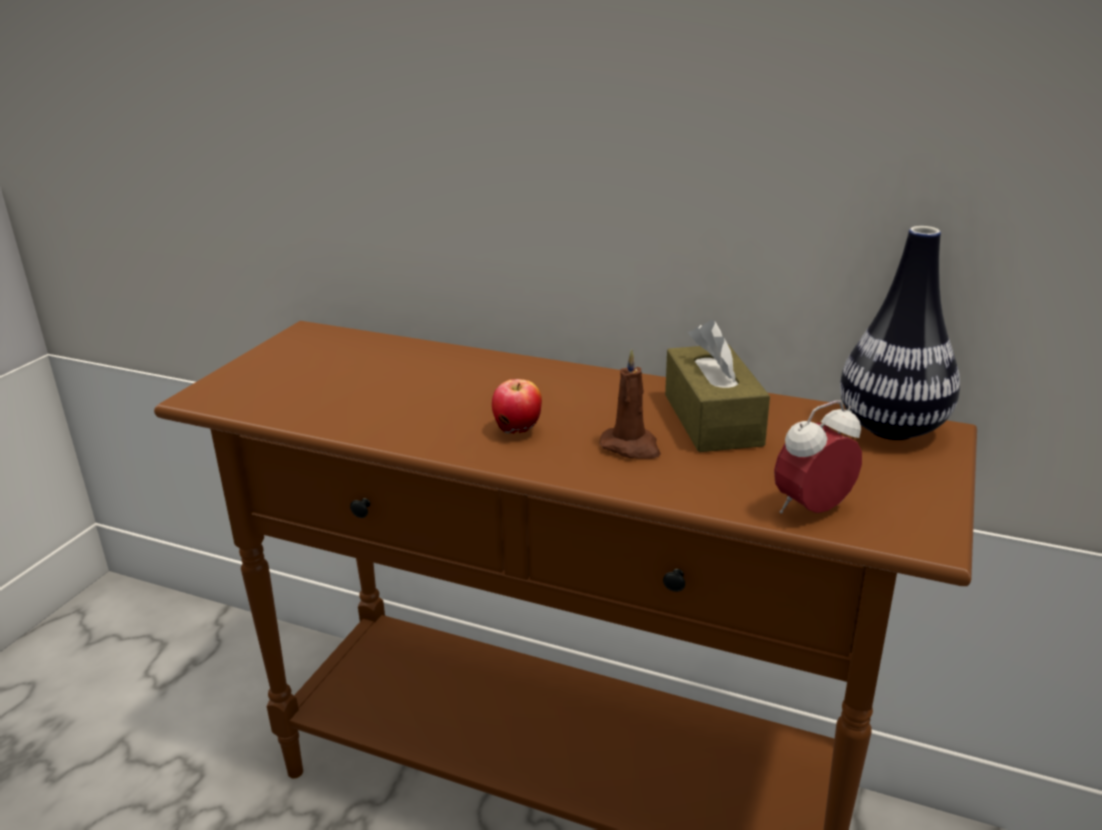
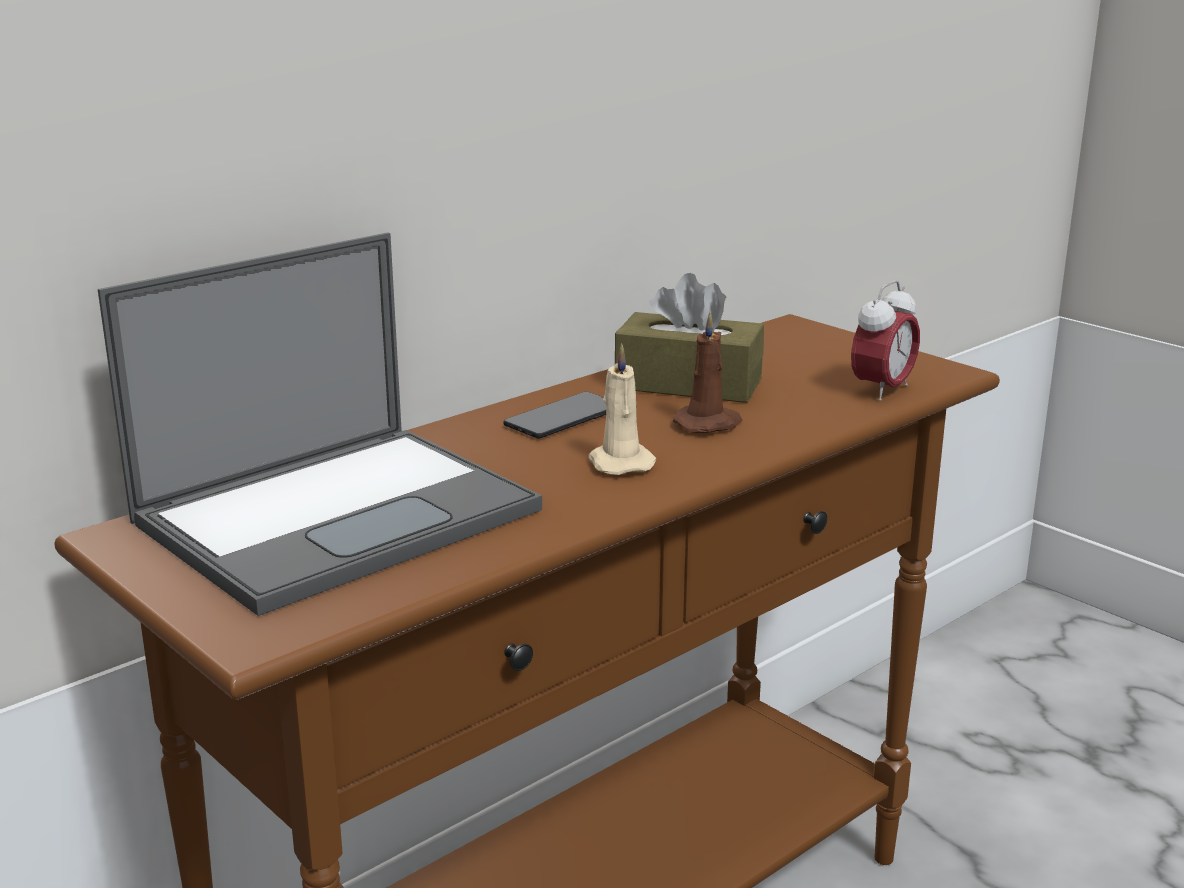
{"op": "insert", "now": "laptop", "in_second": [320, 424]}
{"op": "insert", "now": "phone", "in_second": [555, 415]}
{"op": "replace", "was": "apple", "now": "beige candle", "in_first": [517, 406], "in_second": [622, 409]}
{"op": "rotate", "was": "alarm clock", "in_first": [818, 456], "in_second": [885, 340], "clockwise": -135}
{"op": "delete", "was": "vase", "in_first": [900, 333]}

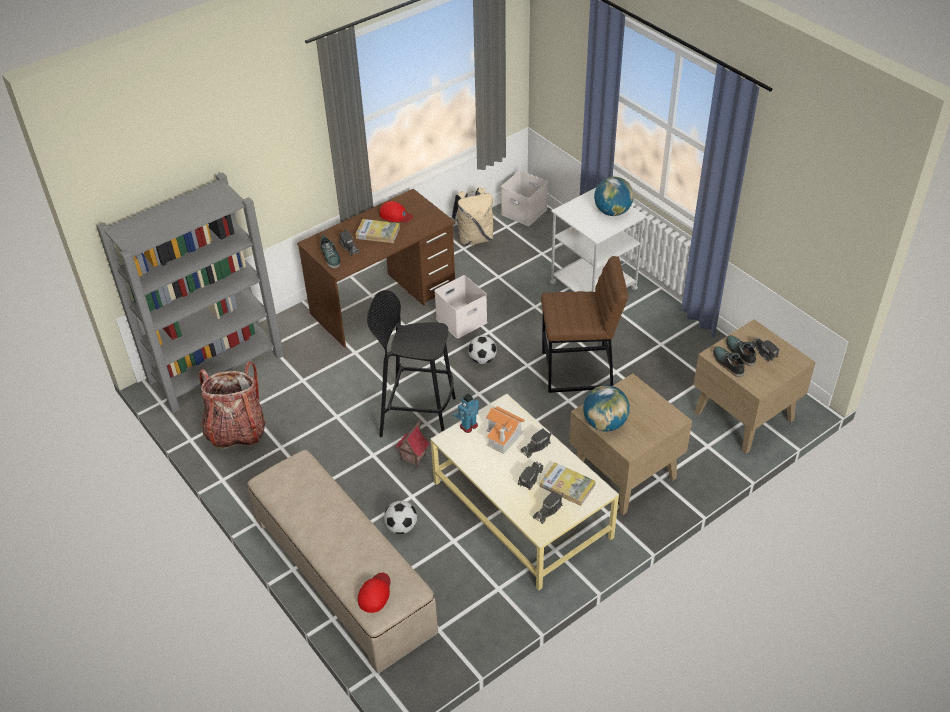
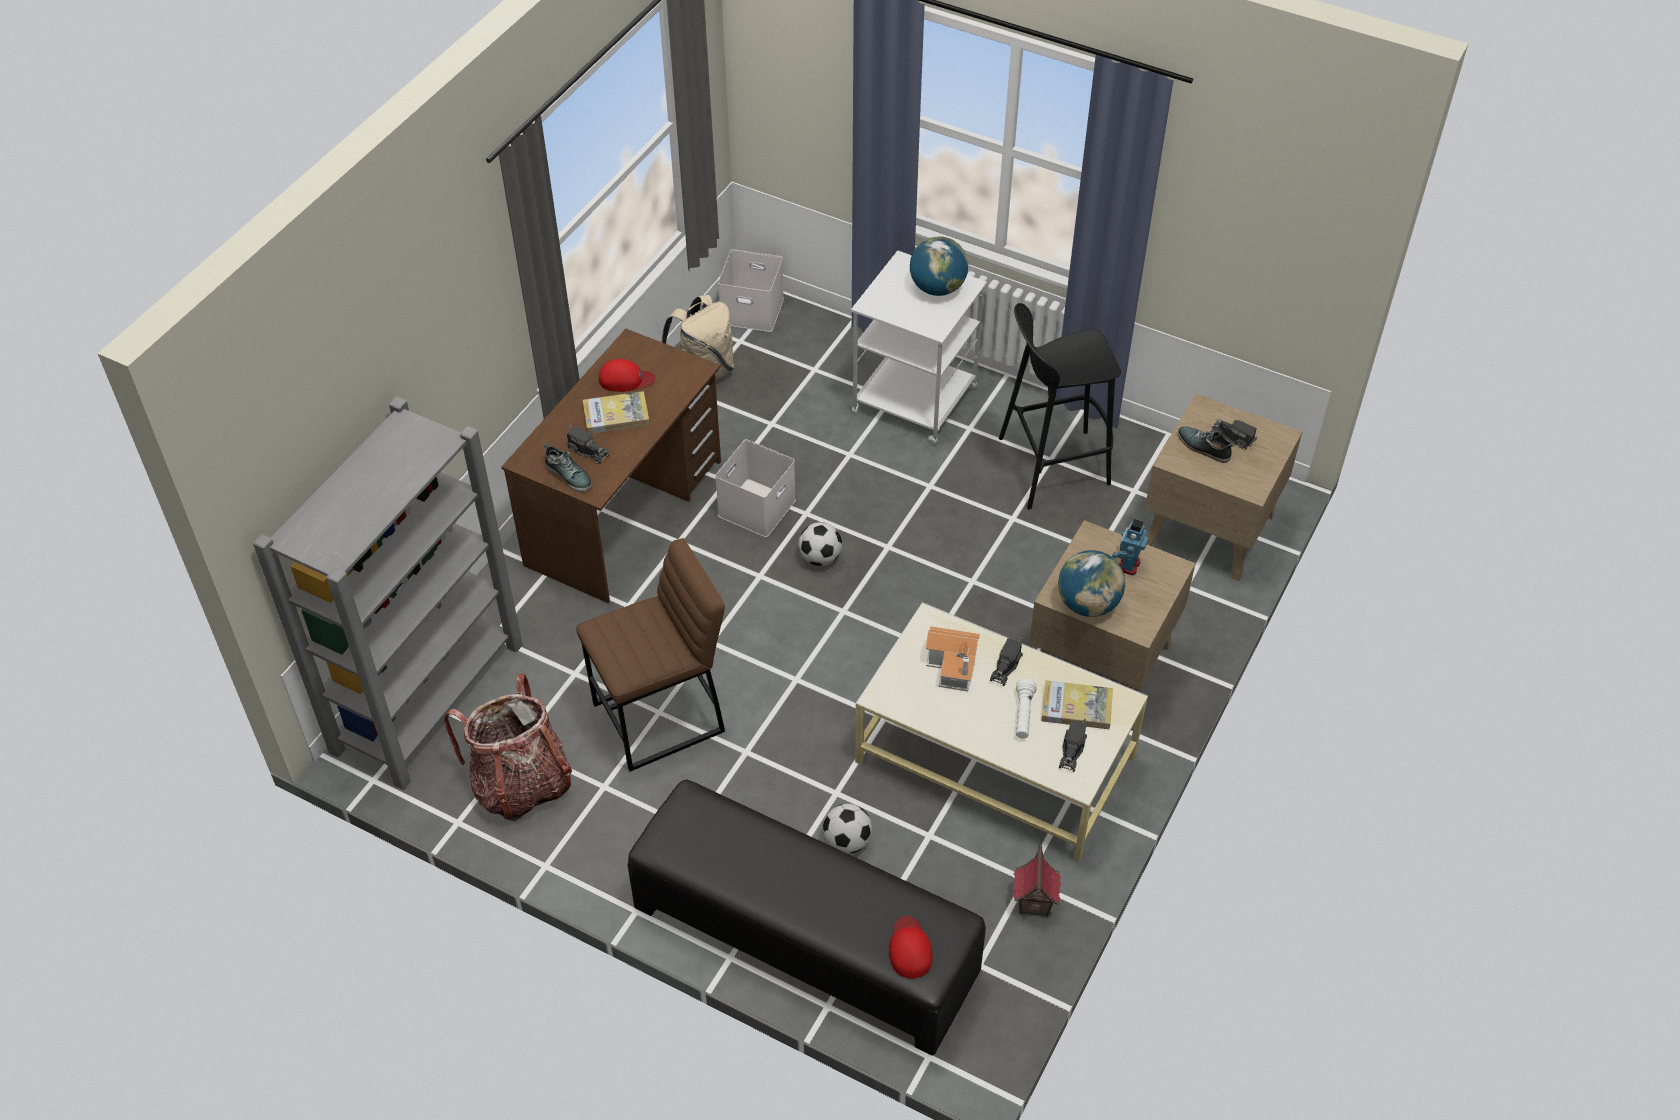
{"op": "move", "was": "brown chair", "in_first": [584, 324], "in_second": [650, 655]}
{"op": "recolor", "was": "beige bench", "now": "black bench", "in_first": [342, 561], "in_second": [806, 917]}
{"op": "move", "was": "black stool", "in_first": [411, 363], "in_second": [1060, 406]}
{"op": "move", "was": "toy house", "in_first": [412, 443], "in_second": [1037, 880]}
{"op": "replace", "was": "toy truck", "now": "white flashlight", "in_first": [530, 475], "in_second": [1026, 708]}
{"op": "move", "was": "toy robot", "in_first": [466, 413], "in_second": [1130, 547]}
{"op": "delete", "was": "shoe", "in_first": [729, 361]}

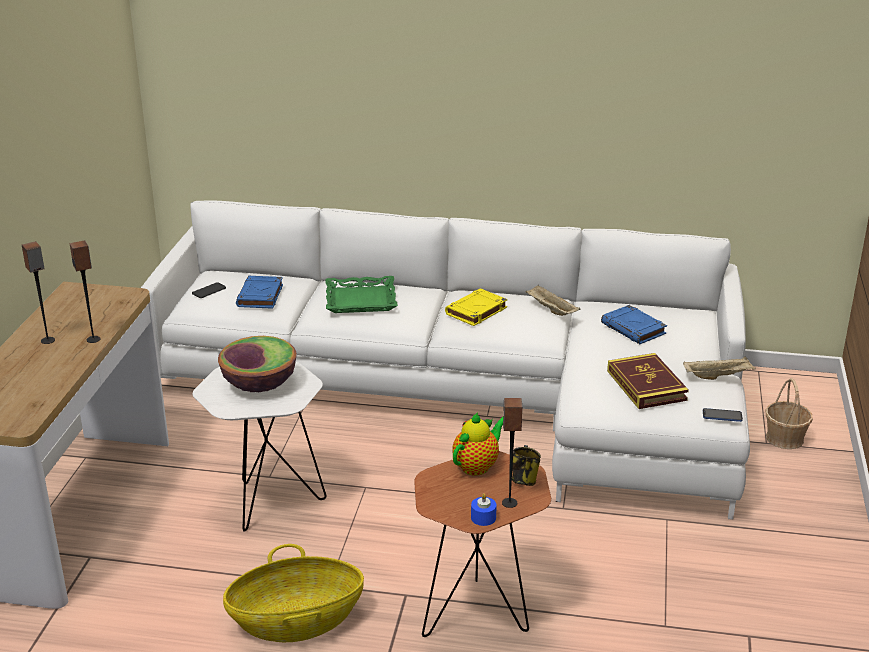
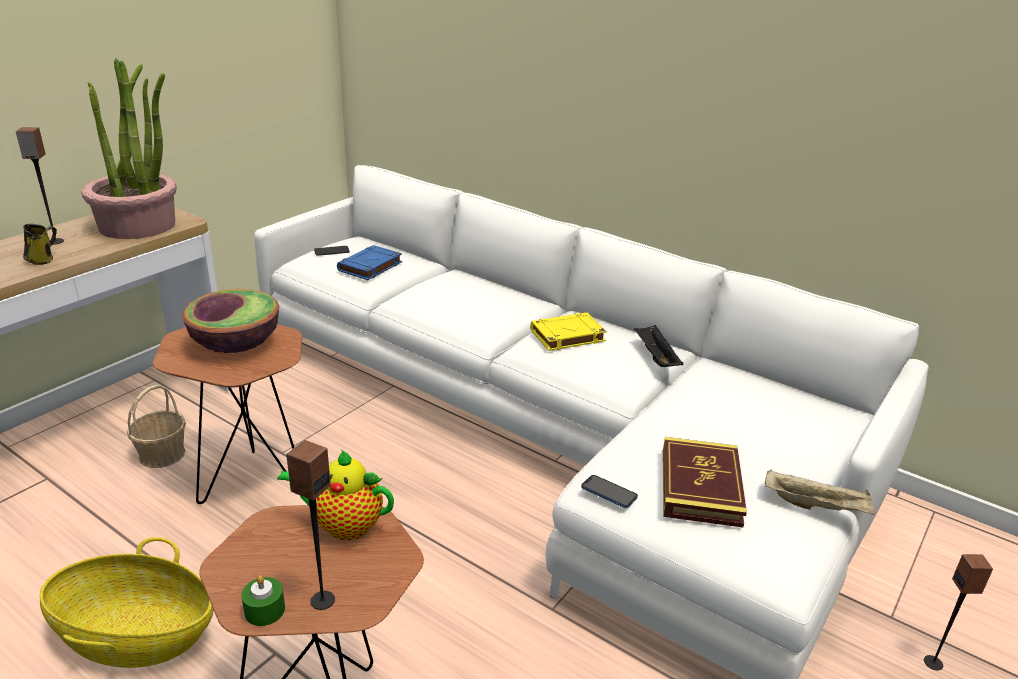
{"op": "move", "was": "mug", "in_first": [526, 465], "in_second": [40, 244]}
{"op": "insert", "now": "potted plant", "in_second": [129, 149]}
{"op": "move", "was": "basket", "in_first": [789, 413], "in_second": [156, 426]}
{"op": "recolor", "was": "white side table", "now": "brown side table", "in_first": [260, 447], "in_second": [227, 414]}
{"op": "recolor", "was": "blue candle", "now": "green candle", "in_first": [484, 509], "in_second": [263, 601]}
{"op": "rotate", "was": "teapot", "in_first": [477, 444], "in_second": [335, 494], "clockwise": -150}
{"op": "move", "was": "phone", "in_first": [723, 415], "in_second": [609, 491]}
{"op": "recolor", "was": "beige tray", "now": "black tray", "in_first": [552, 300], "in_second": [659, 346]}
{"op": "move", "was": "speaker", "in_first": [85, 292], "in_second": [958, 612]}
{"op": "delete", "was": "green tray", "in_first": [361, 294]}
{"op": "delete", "was": "blue book", "in_first": [634, 324]}

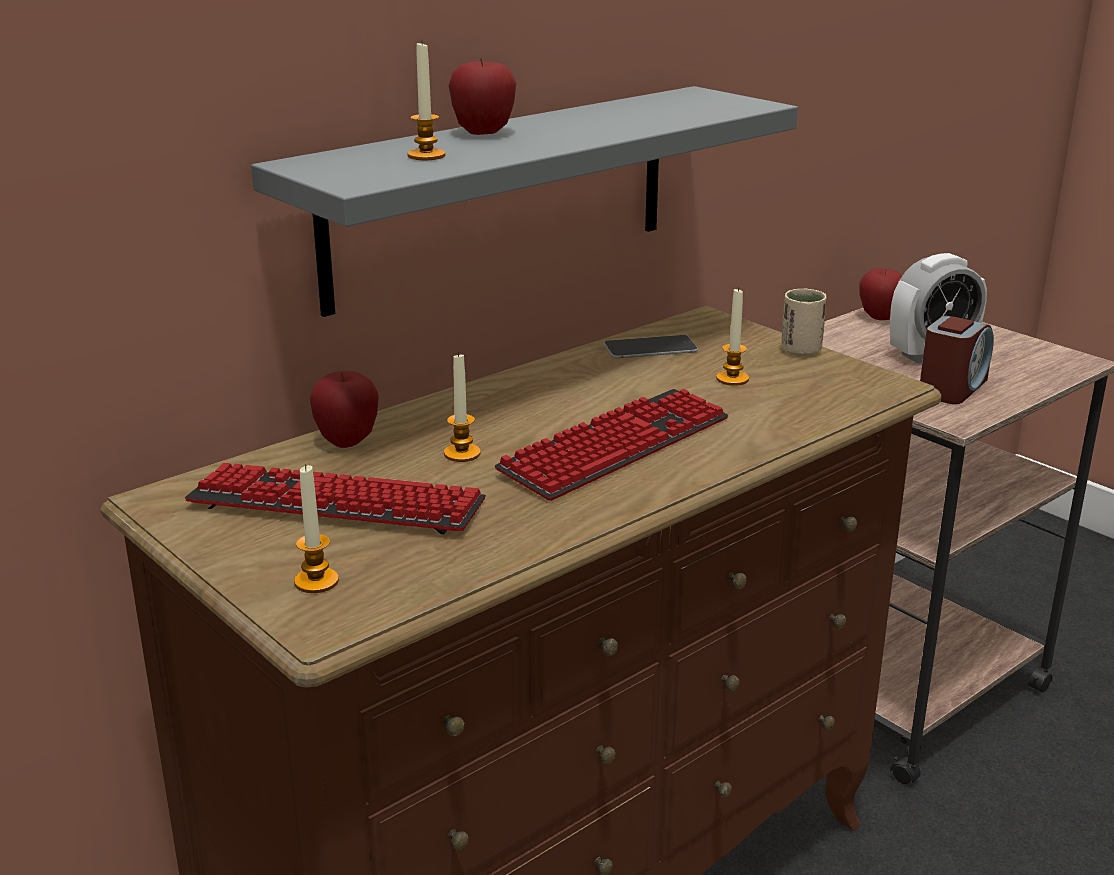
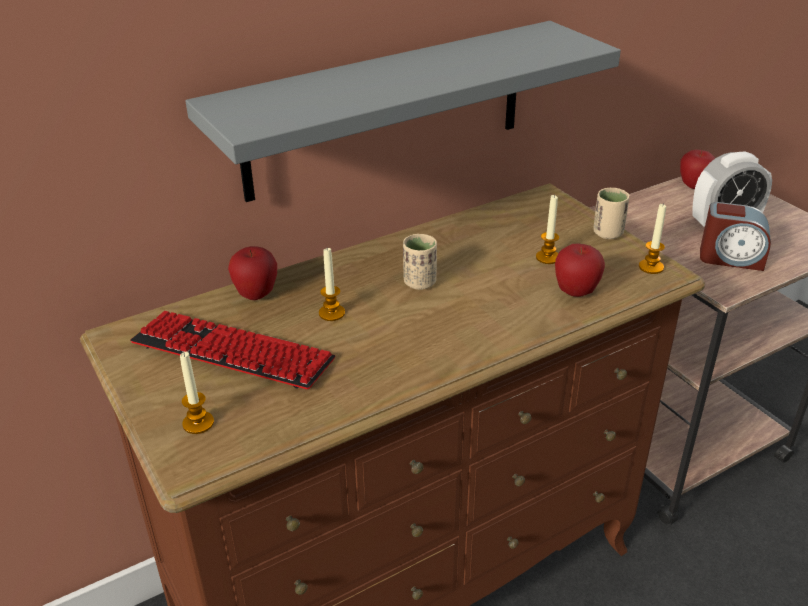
{"op": "insert", "now": "beige cup", "in_second": [420, 262]}
{"op": "move", "was": "apple", "in_first": [483, 96], "in_second": [580, 270]}
{"op": "move", "was": "candle", "in_first": [426, 101], "in_second": [652, 239]}
{"op": "rotate", "was": "alarm clock", "in_first": [957, 359], "in_second": [735, 236], "clockwise": 60}
{"op": "delete", "was": "keyboard", "in_first": [611, 445]}
{"op": "delete", "was": "phone", "in_first": [651, 346]}

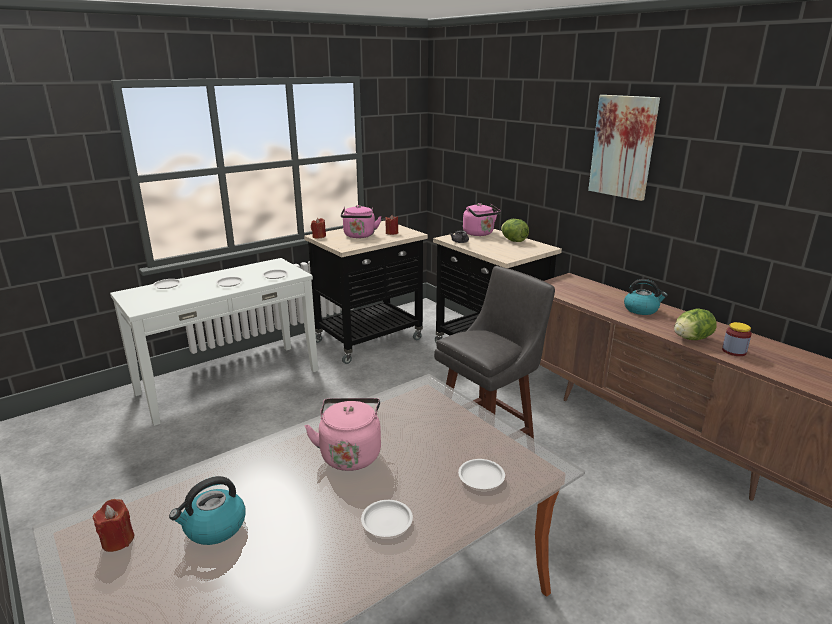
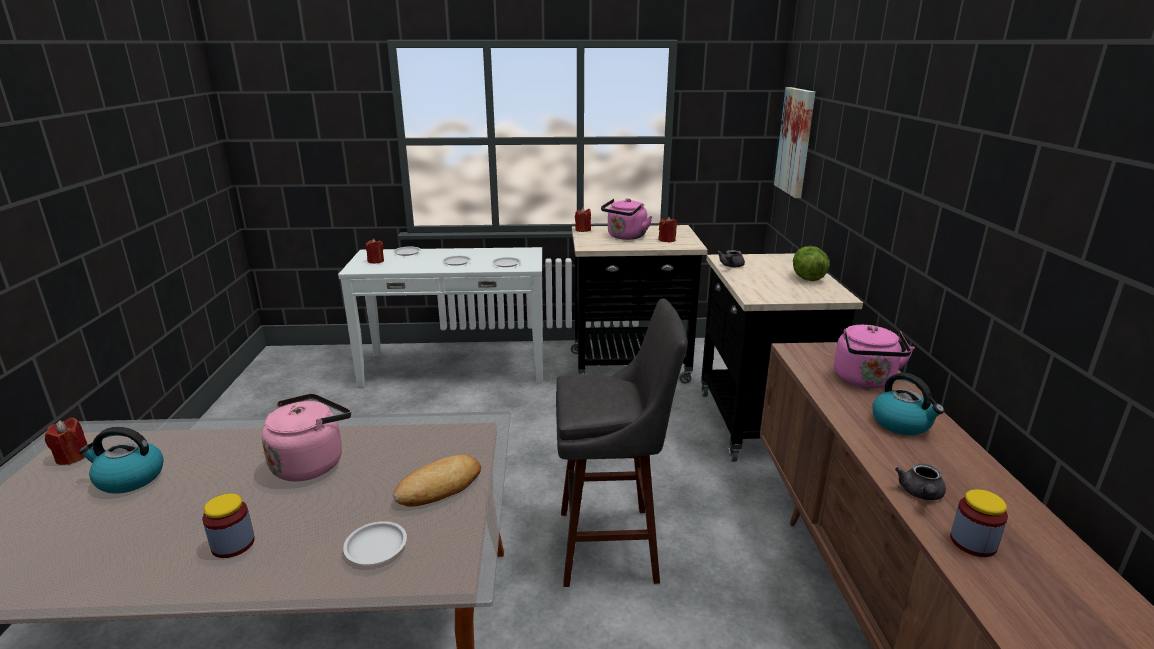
{"op": "replace", "was": "white plate", "now": "jar", "in_first": [387, 518], "in_second": [228, 525]}
{"op": "insert", "now": "red candle", "in_second": [375, 251]}
{"op": "insert", "now": "bread", "in_second": [437, 480]}
{"op": "move", "was": "picture", "in_first": [624, 148], "in_second": [794, 142]}
{"op": "move", "was": "pink kettle", "in_first": [482, 219], "in_second": [874, 356]}
{"op": "replace", "was": "lettuce", "now": "grey teapot", "in_first": [695, 324], "in_second": [920, 481]}

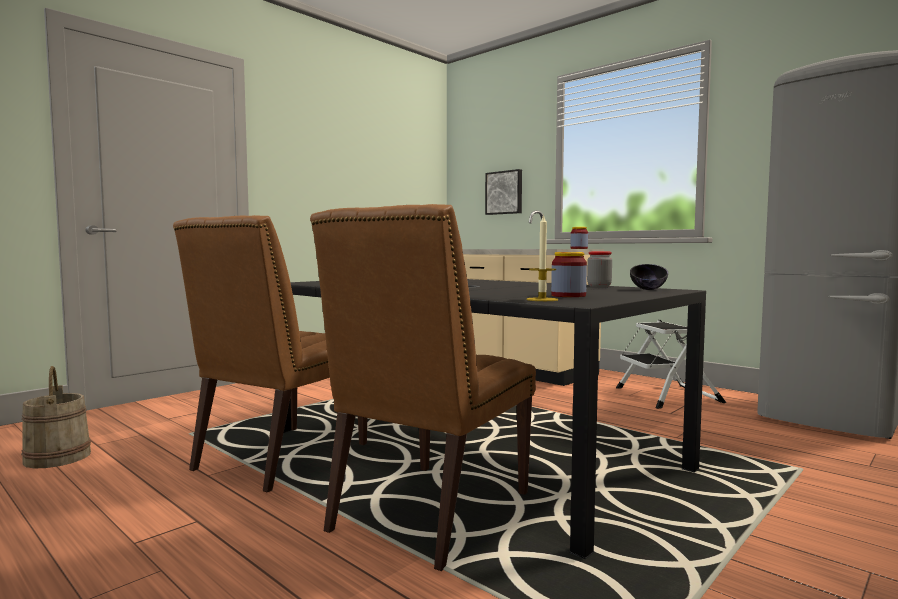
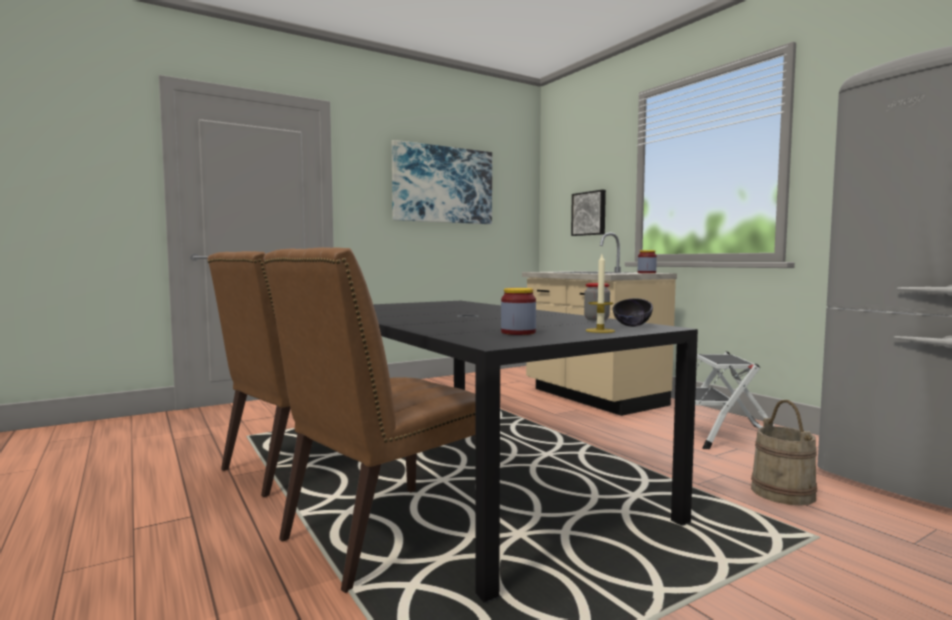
{"op": "insert", "now": "picture", "in_second": [442, 182]}
{"op": "move", "was": "candle", "in_first": [542, 257], "in_second": [600, 293]}
{"op": "move", "was": "beige bucket", "in_first": [56, 417], "in_second": [784, 453]}

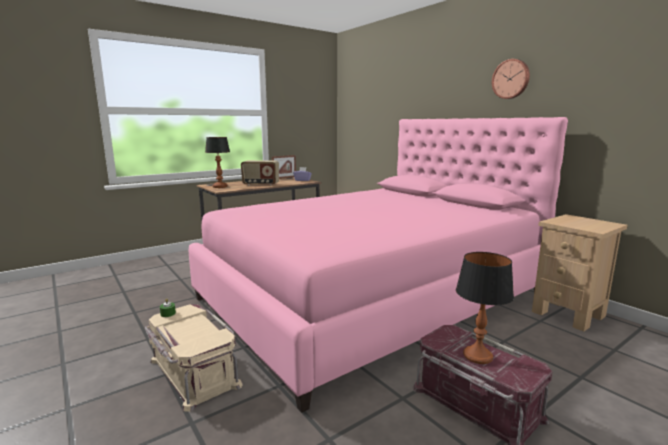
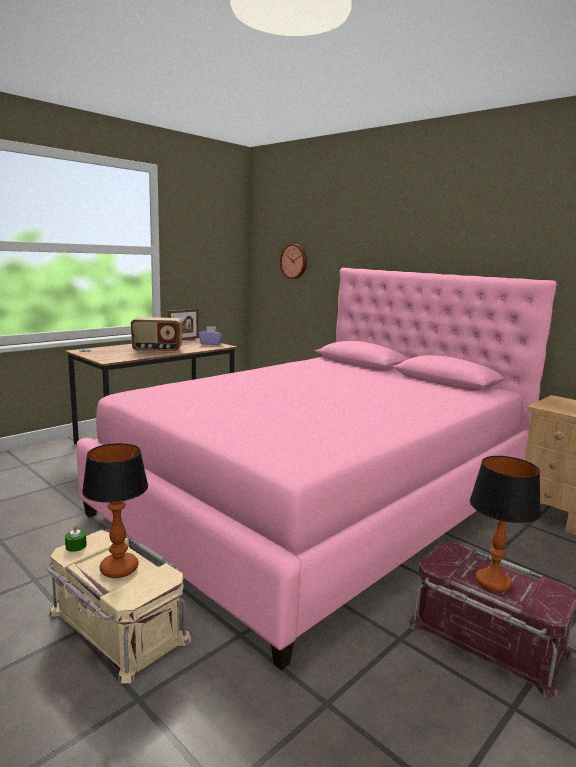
{"op": "move", "was": "table lamp", "in_first": [217, 162], "in_second": [115, 510]}
{"op": "move", "was": "wall clock", "in_first": [511, 79], "in_second": [293, 261]}

